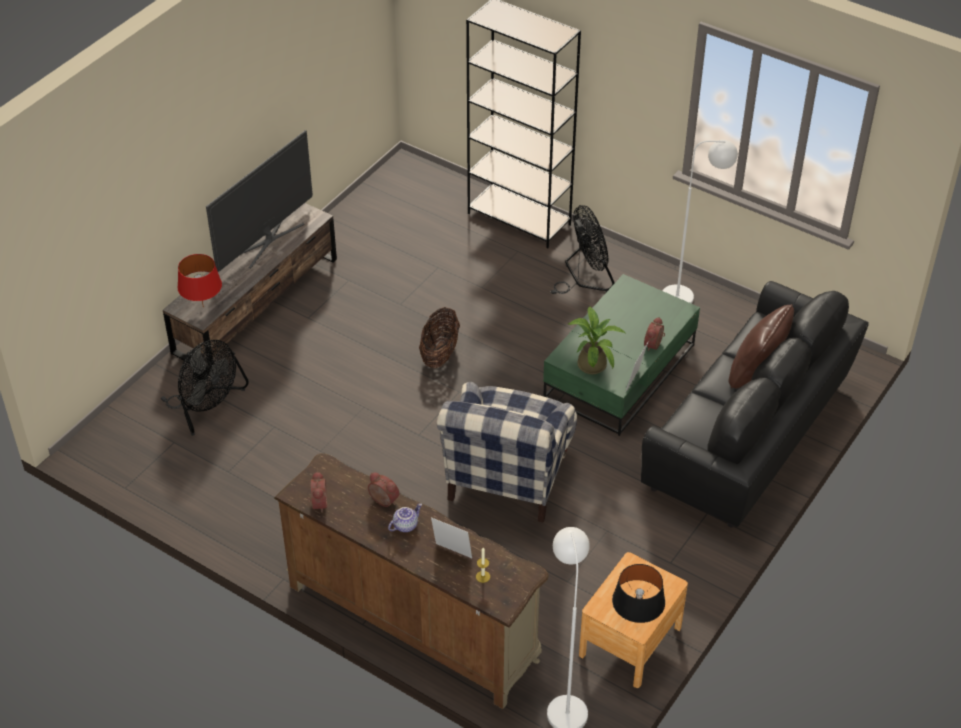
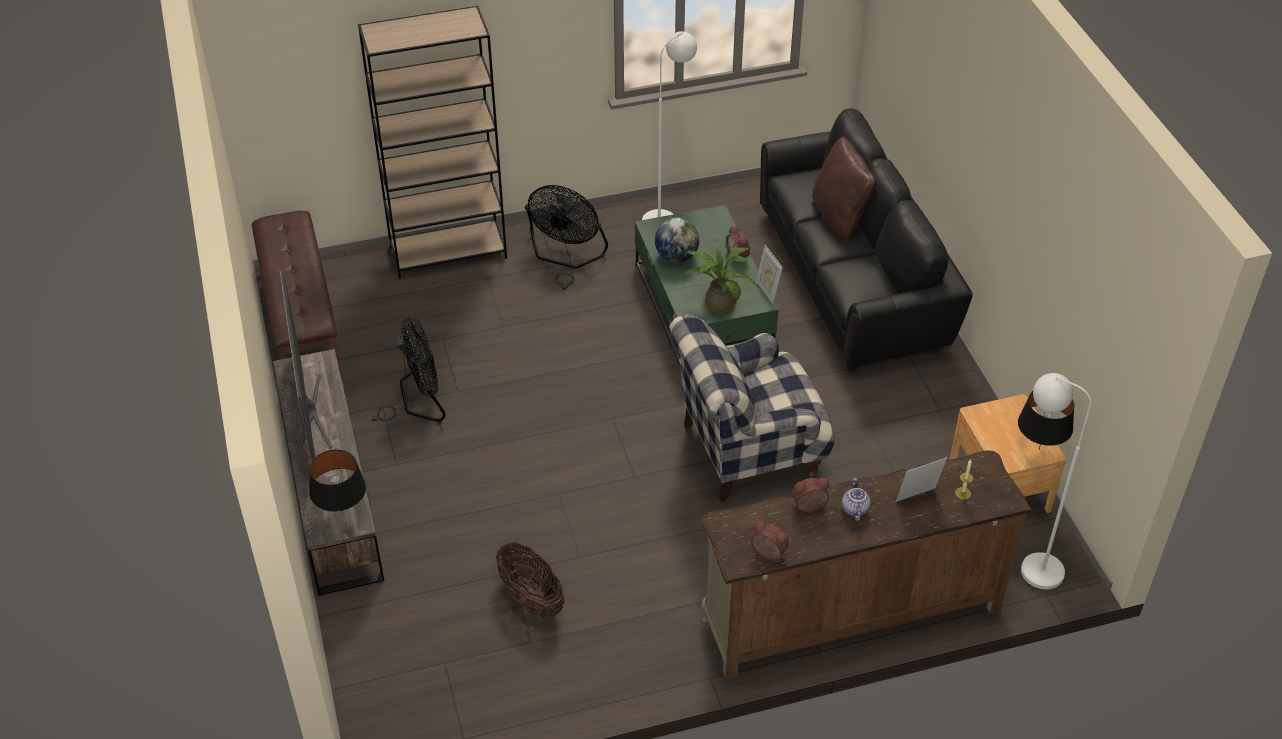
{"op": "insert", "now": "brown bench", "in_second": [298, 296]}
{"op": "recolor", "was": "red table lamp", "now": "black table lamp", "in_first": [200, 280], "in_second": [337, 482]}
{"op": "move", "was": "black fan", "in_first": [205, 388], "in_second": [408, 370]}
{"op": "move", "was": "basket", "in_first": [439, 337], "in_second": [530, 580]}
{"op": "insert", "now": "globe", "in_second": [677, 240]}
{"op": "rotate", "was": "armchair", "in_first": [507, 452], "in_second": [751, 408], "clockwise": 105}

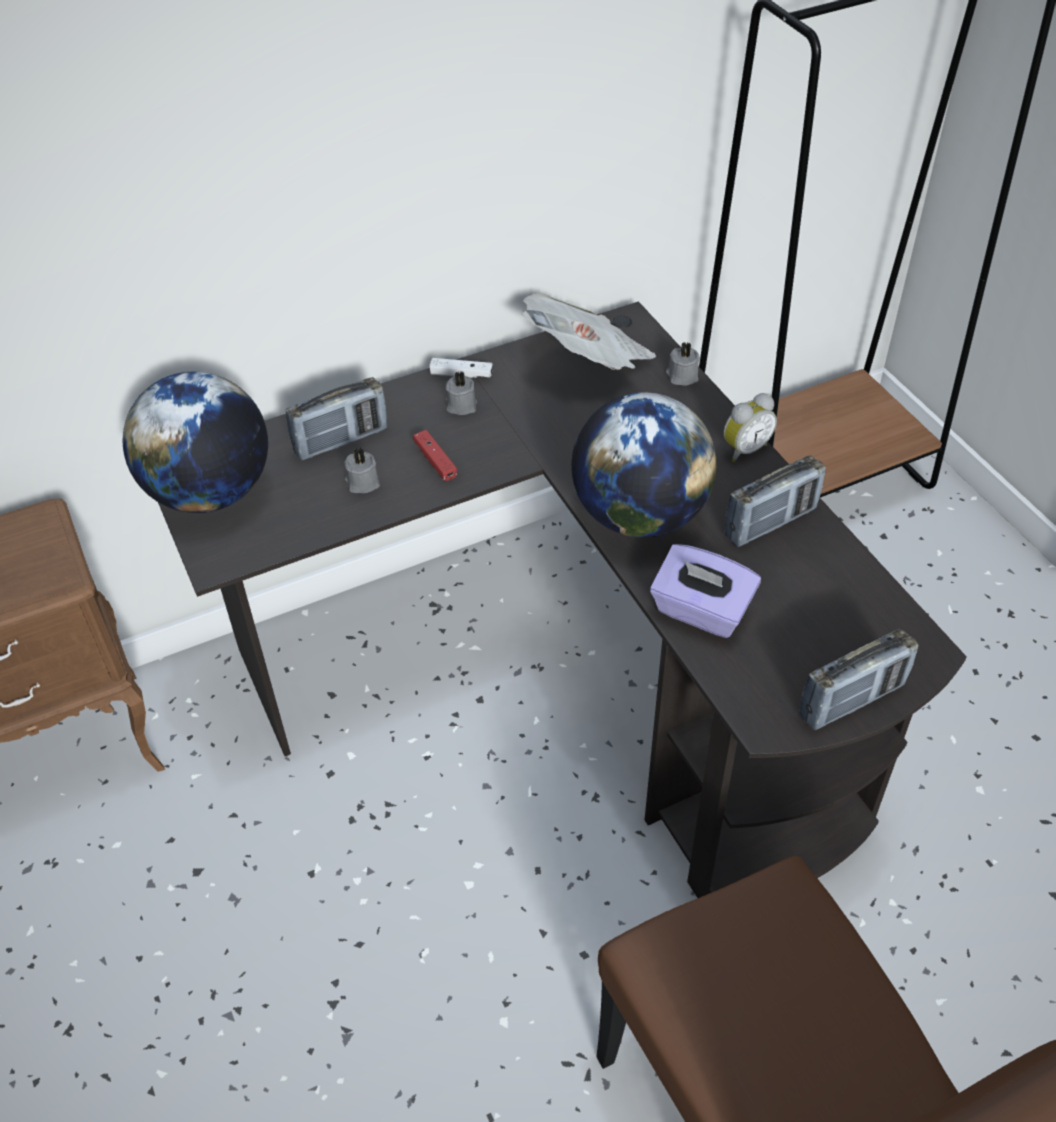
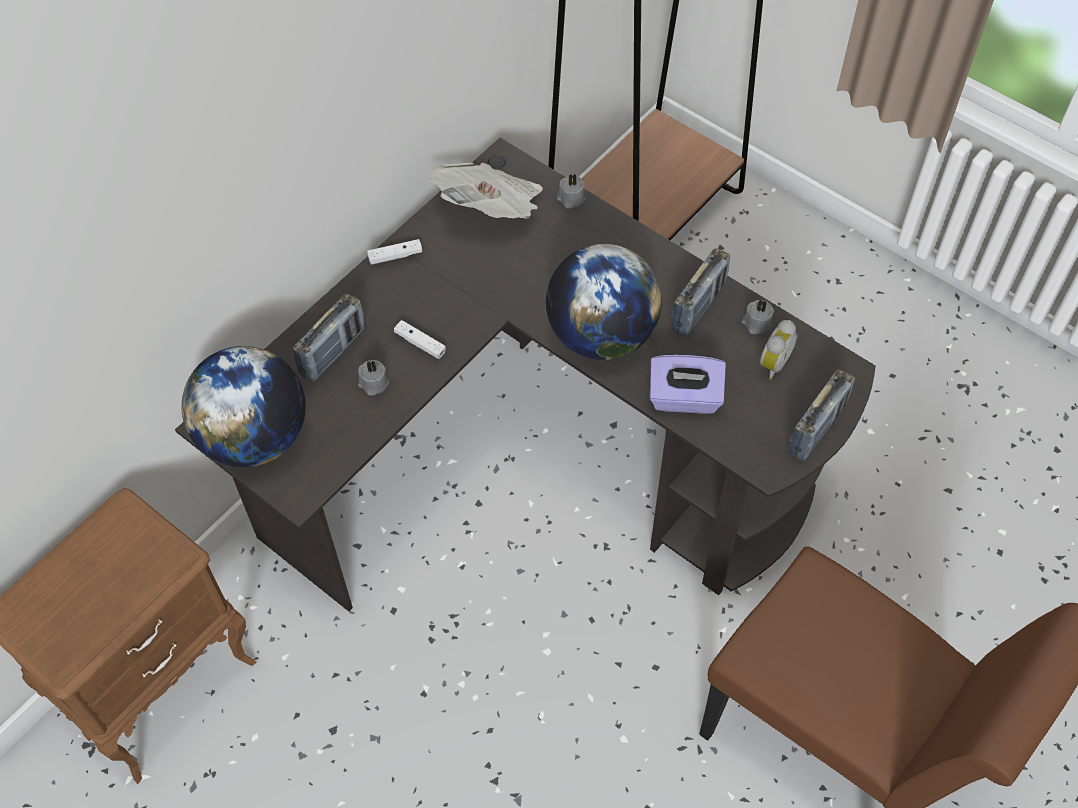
{"op": "recolor", "was": "red game controller", "now": "white game controller", "in_first": [435, 455], "in_second": [420, 339]}
{"op": "move", "was": "grey candle", "in_first": [461, 393], "in_second": [758, 317]}
{"op": "move", "was": "alarm clock", "in_first": [750, 427], "in_second": [779, 349]}

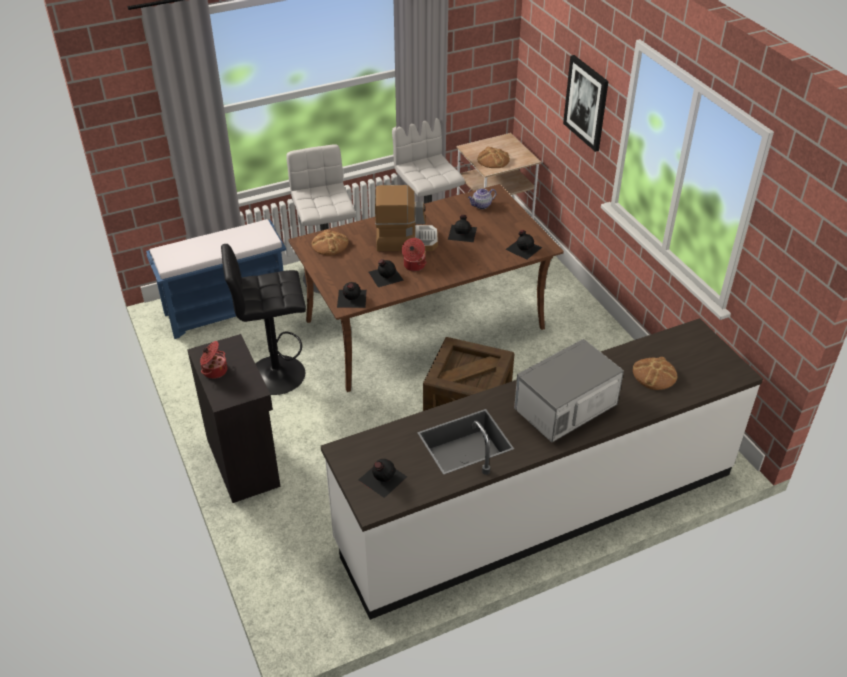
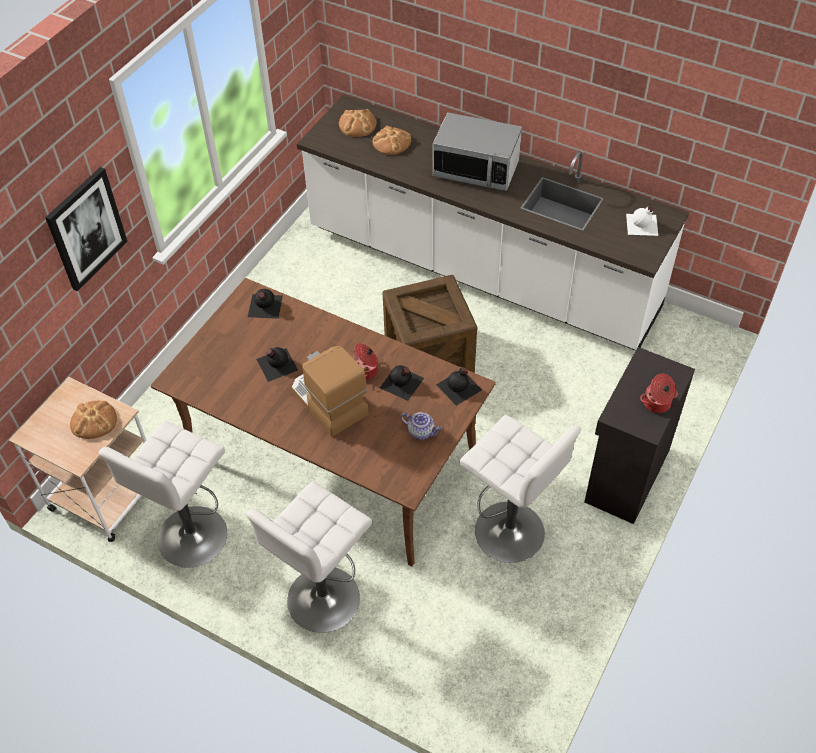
{"op": "move", "was": "bread", "in_first": [330, 243], "in_second": [358, 123]}
{"op": "move", "was": "teapot", "in_first": [482, 199], "in_second": [421, 426]}
{"op": "recolor", "was": "black stool", "now": "white stool", "in_first": [263, 319], "in_second": [520, 489]}
{"op": "recolor", "was": "black bottle", "now": "white bottle", "in_first": [383, 478], "in_second": [642, 221]}
{"op": "delete", "was": "blue bench", "in_first": [216, 279]}

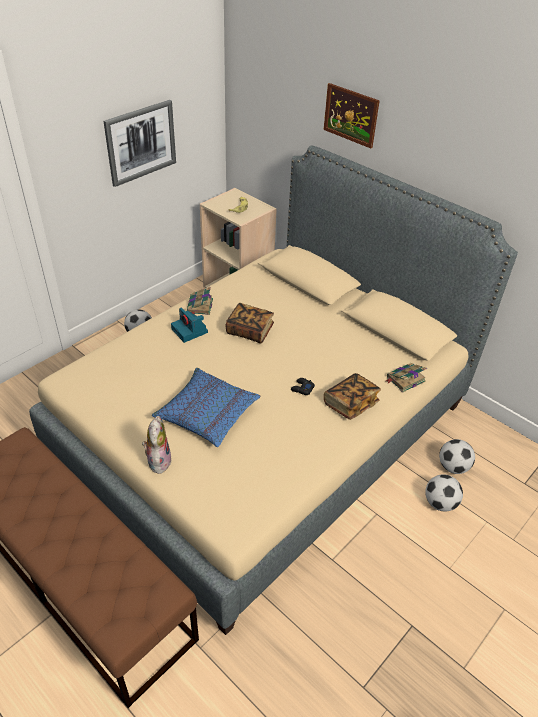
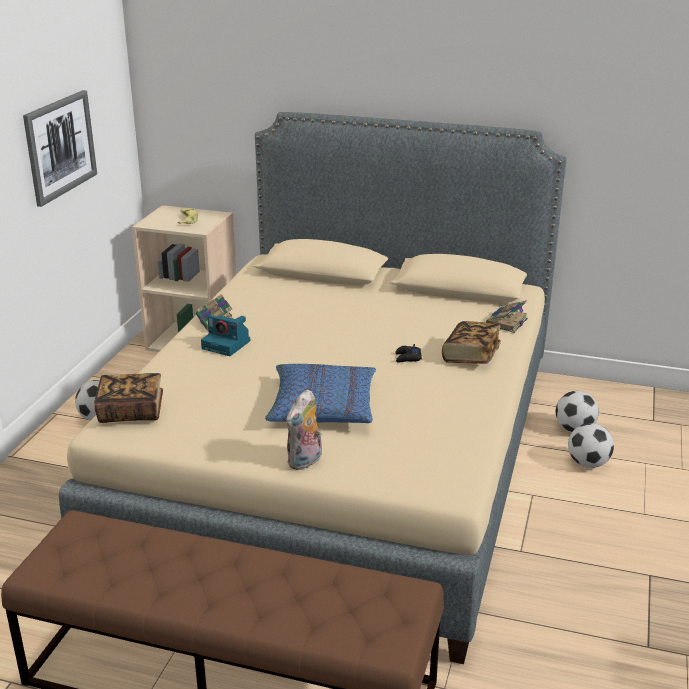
{"op": "move", "was": "book", "in_first": [249, 323], "in_second": [128, 398]}
{"op": "rotate", "was": "plush toy", "in_first": [157, 445], "in_second": [304, 429], "clockwise": -120}
{"op": "delete", "was": "picture", "in_first": [352, 115]}

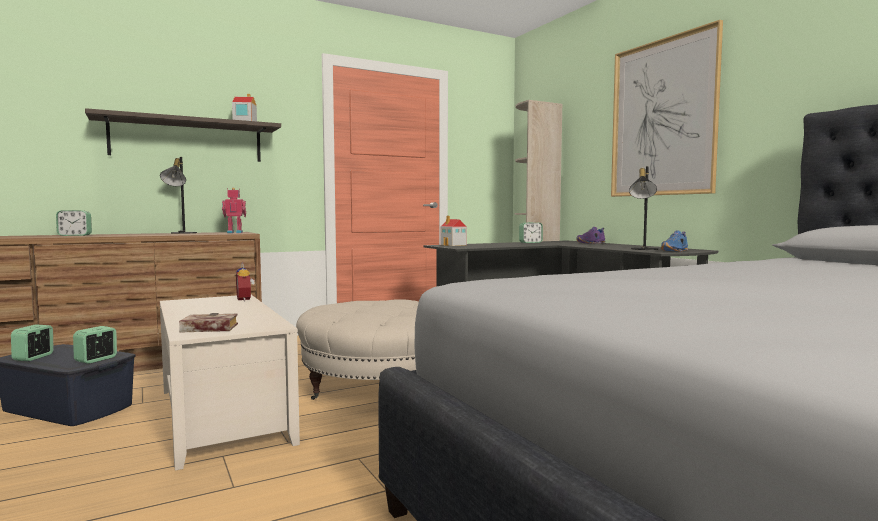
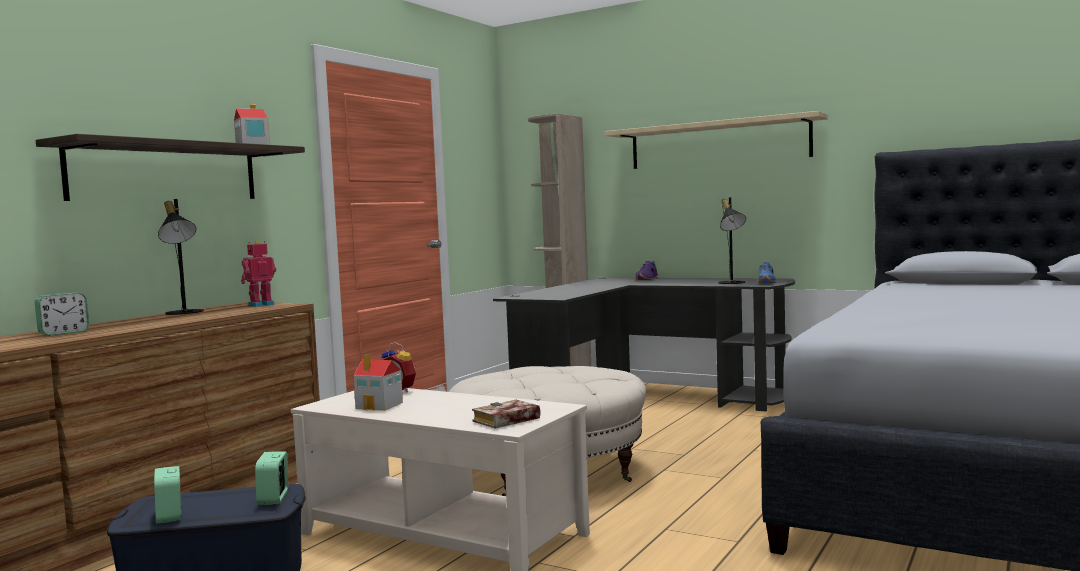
{"op": "move", "was": "toy house", "in_first": [453, 230], "in_second": [378, 382]}
{"op": "replace", "was": "picture", "now": "beige shelf", "in_first": [667, 108], "in_second": [716, 140]}
{"op": "delete", "was": "alarm clock", "in_first": [531, 232]}

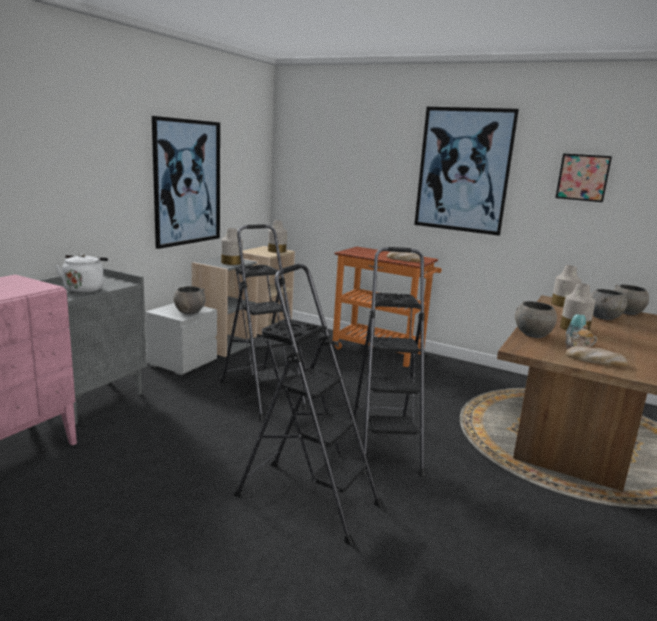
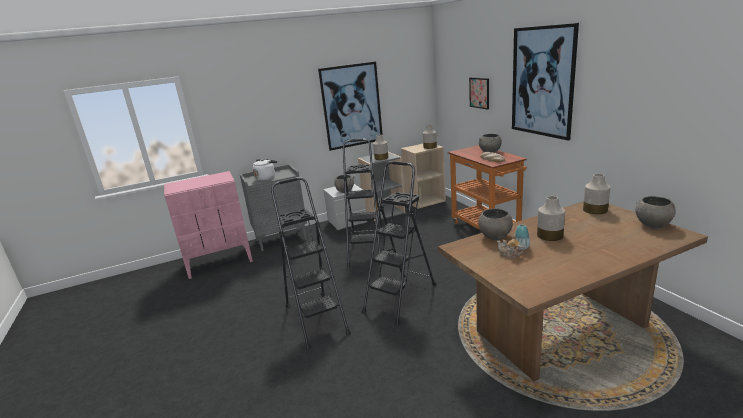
{"op": "move", "was": "picture", "in_first": [583, 177], "in_second": [479, 93]}
{"op": "move", "was": "grey bowl", "in_first": [609, 304], "in_second": [490, 143]}
{"op": "delete", "was": "bread", "in_first": [597, 356]}

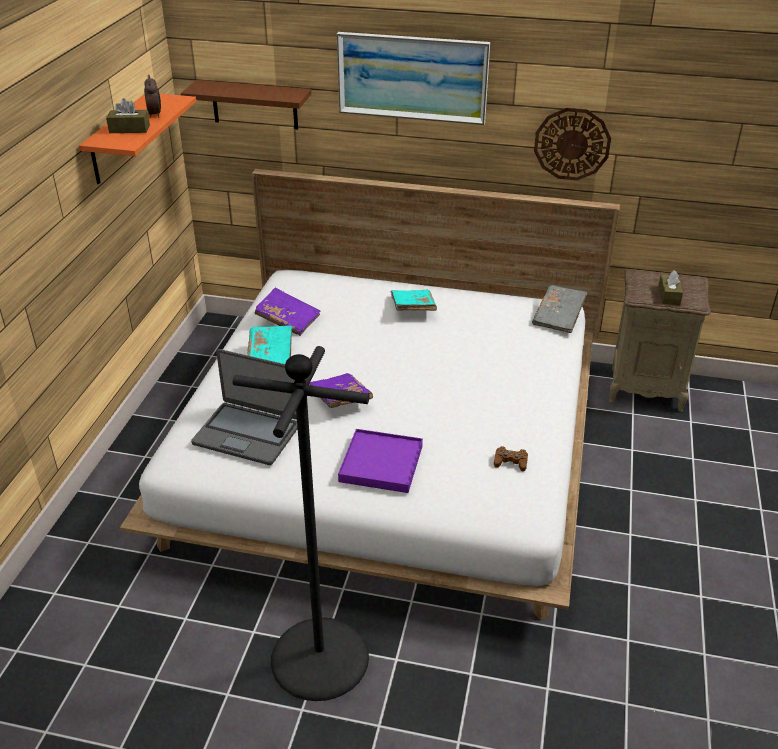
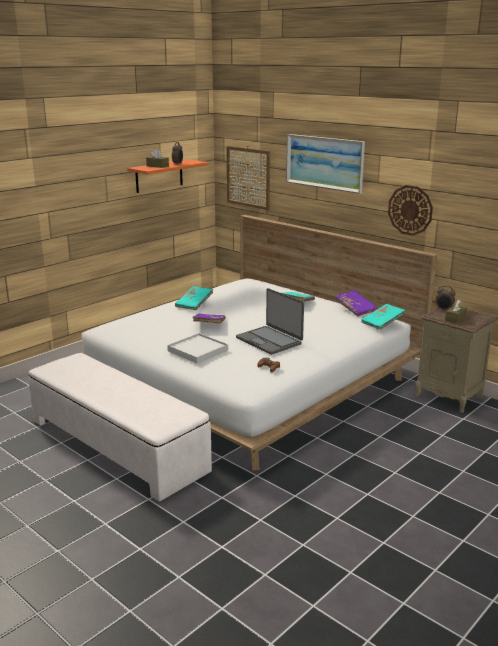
{"op": "replace", "was": "black clothes rack", "now": "white bench", "in_first": [301, 523], "in_second": [120, 427]}
{"op": "recolor", "was": "purple tray", "now": "white tray", "in_first": [380, 461], "in_second": [197, 348]}
{"op": "replace", "was": "brown shelf", "now": "picture", "in_first": [246, 104], "in_second": [248, 178]}
{"op": "move", "was": "laptop", "in_first": [244, 407], "in_second": [270, 321]}
{"op": "move", "was": "purple book", "in_first": [287, 311], "in_second": [356, 303]}
{"op": "recolor", "was": "grey book", "now": "turquoise book", "in_first": [559, 309], "in_second": [383, 317]}
{"op": "insert", "now": "alarm clock", "in_second": [446, 298]}

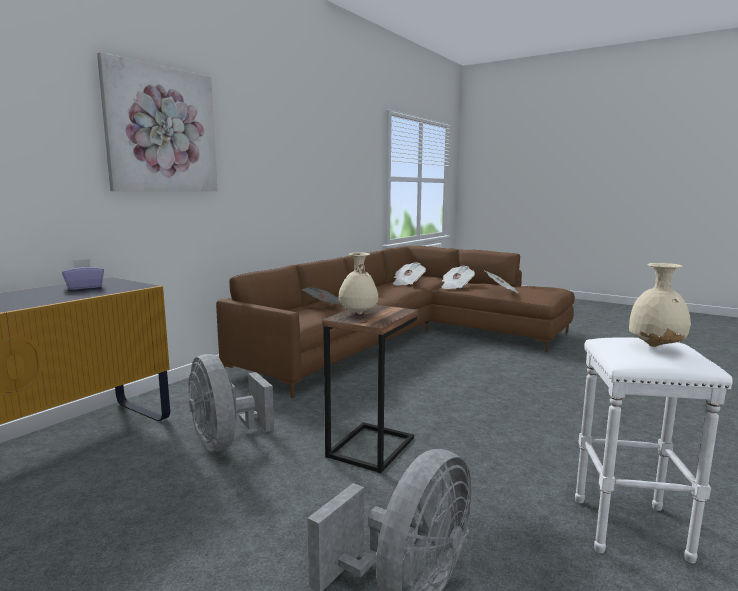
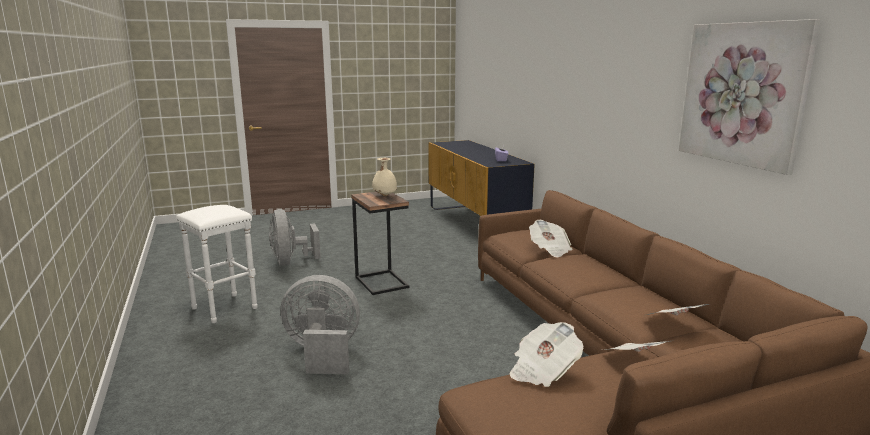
{"op": "move", "was": "grey fan", "in_first": [231, 403], "in_second": [320, 324]}
{"op": "move", "was": "picture", "in_first": [157, 121], "in_second": [750, 97]}
{"op": "delete", "was": "beige vase", "in_first": [660, 305]}

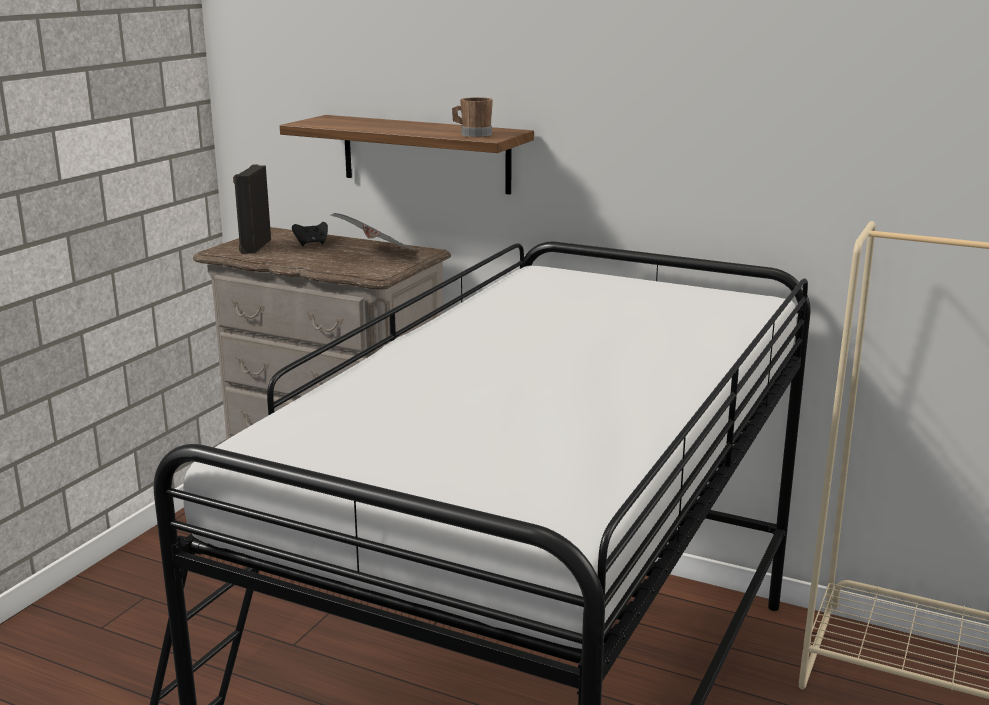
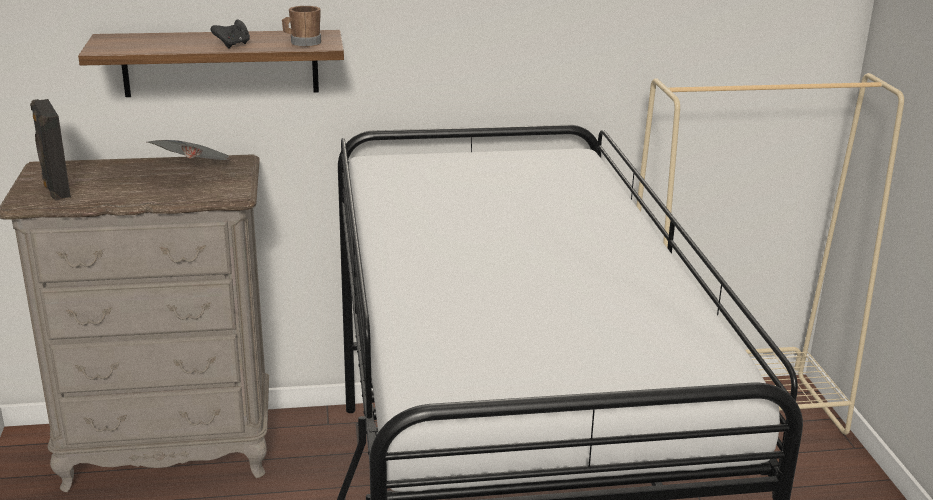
{"op": "move", "was": "black game controller", "in_first": [310, 234], "in_second": [230, 34]}

